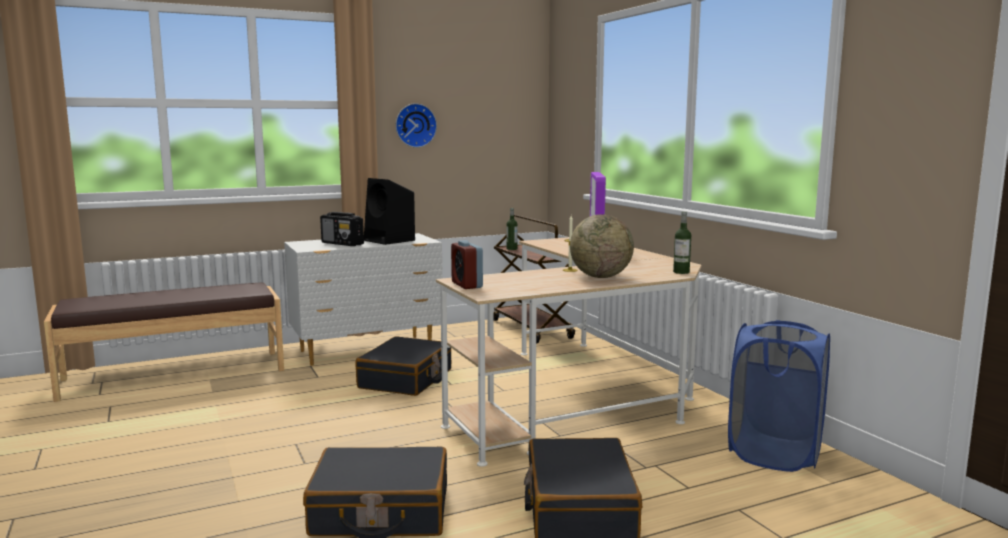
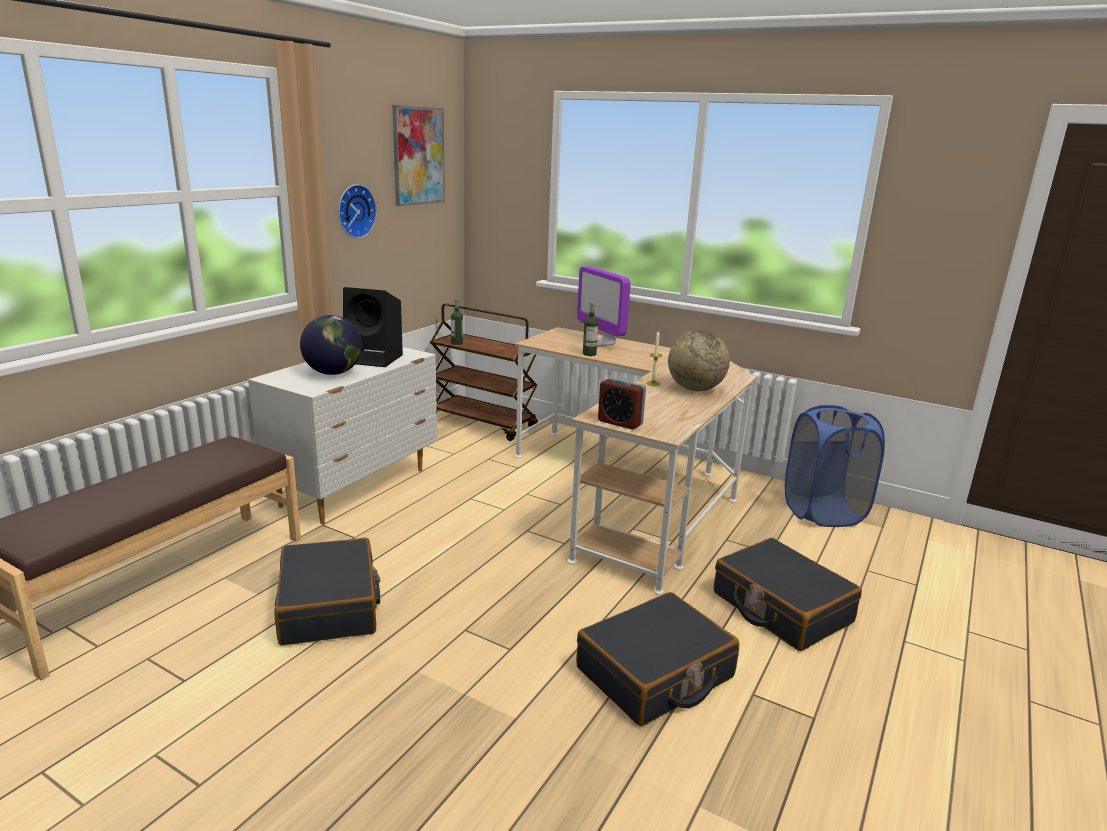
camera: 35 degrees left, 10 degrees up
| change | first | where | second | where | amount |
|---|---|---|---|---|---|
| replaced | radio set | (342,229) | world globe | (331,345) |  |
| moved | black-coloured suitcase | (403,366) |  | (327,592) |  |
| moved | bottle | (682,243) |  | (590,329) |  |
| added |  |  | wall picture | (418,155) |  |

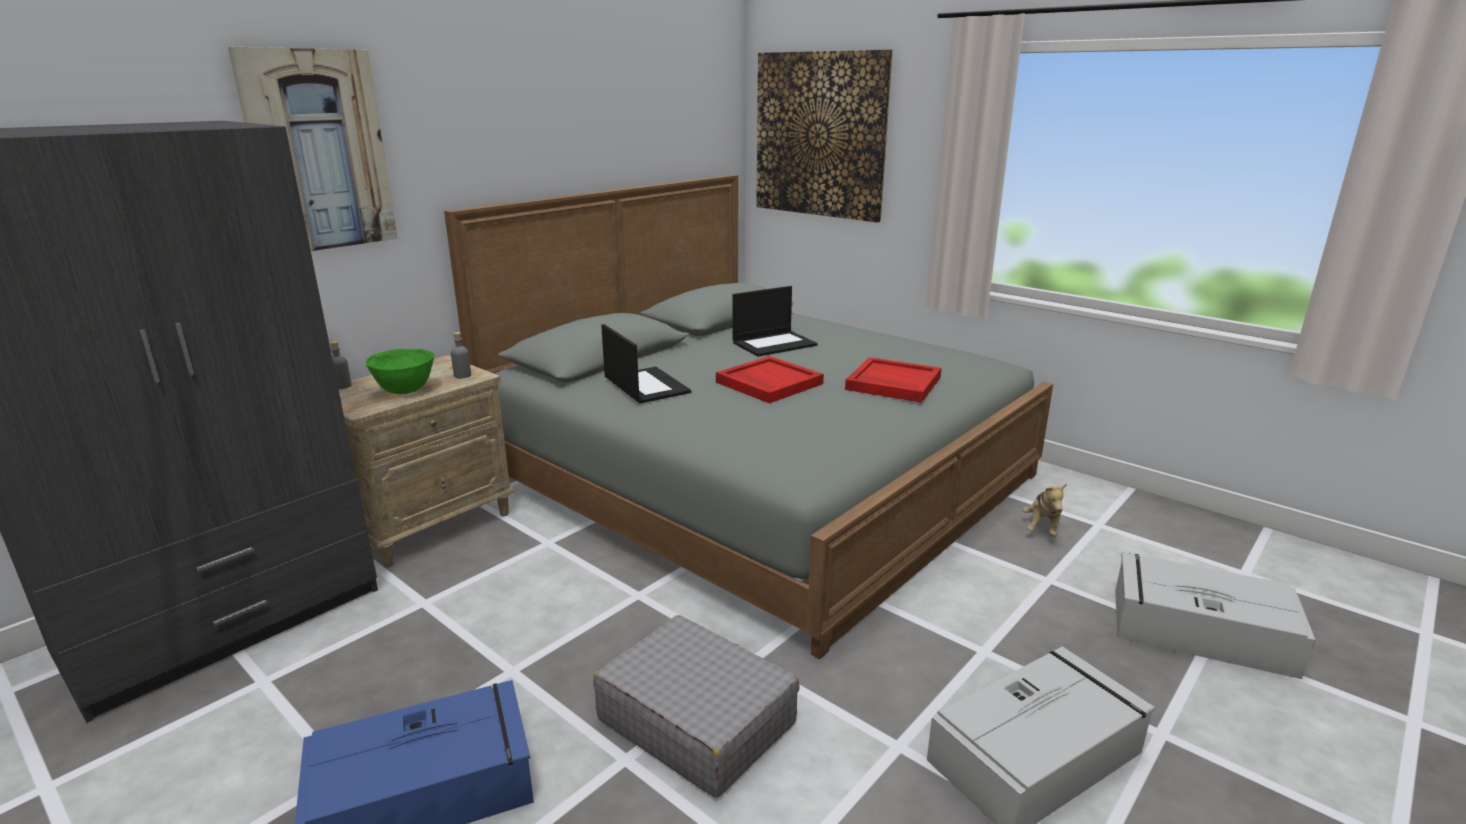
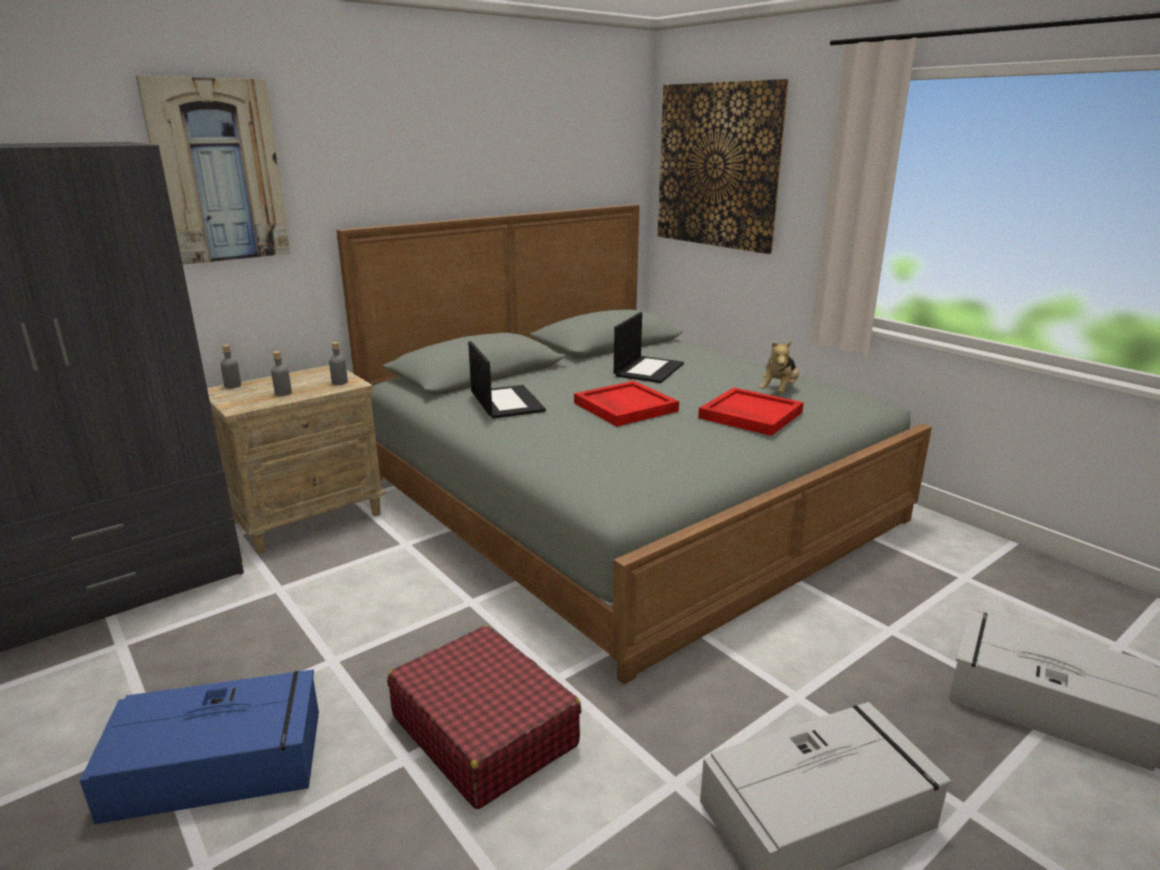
camera: 10 degrees right, 0 degrees up
| change | first | where | second | where | amount |
|---|---|---|---|---|---|
| replaced | greenish serving bowl | (400,371) | gray bottle | (281,373) |  |
| recoloured | gray suitcase | (696,706) | red-coloured suitcase | (484,717) |  |
| turned | notebook computer | (775,321) |  | (649,347) | 45 degrees counterclockwise |
| moved | cuddly toy | (1045,510) |  | (779,366) |  |

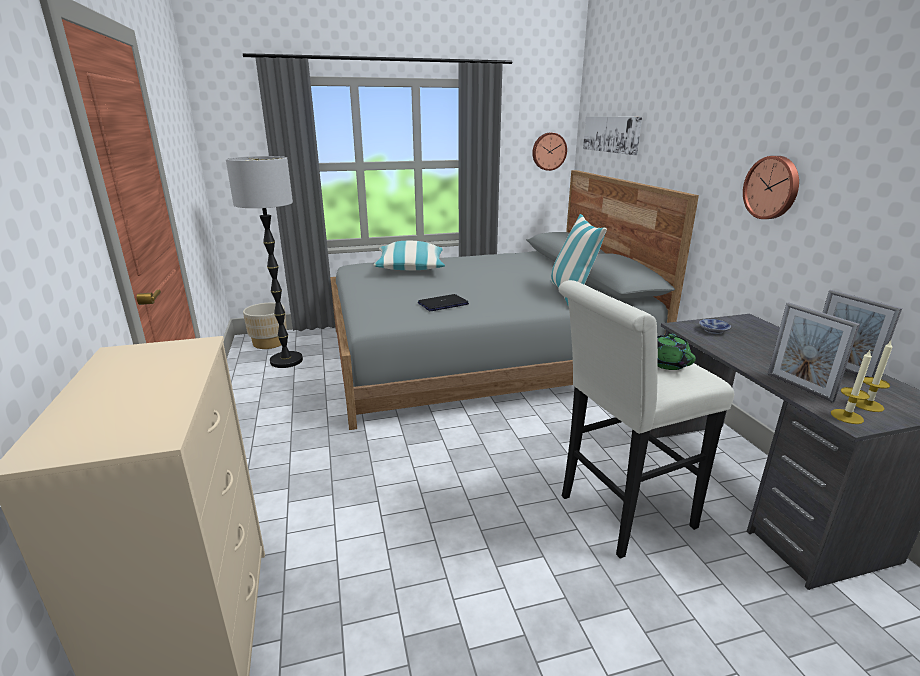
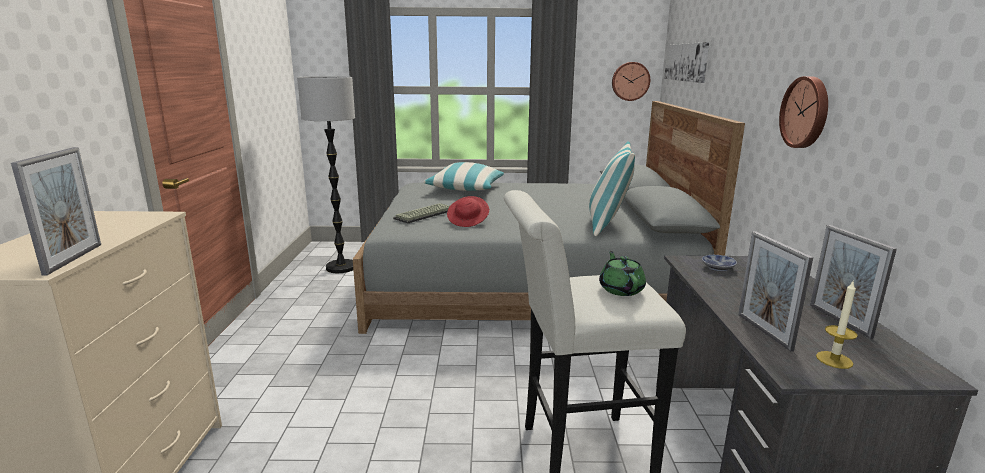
camera: 15 degrees right, 5 degrees down
| change | first | where | second | where | amount |
|---|---|---|---|---|---|
| removed | beige-coloured planter | (265,326) |  |  |  |
| replaced | notebook computer | (443,302) | red-coloured clothing hat | (468,211) |  |
| removed | wax candle | (851,386) |  |  |  |
| added |  |  | photo frame | (56,211) |  |
| added |  |  | keyboard | (421,213) |  |

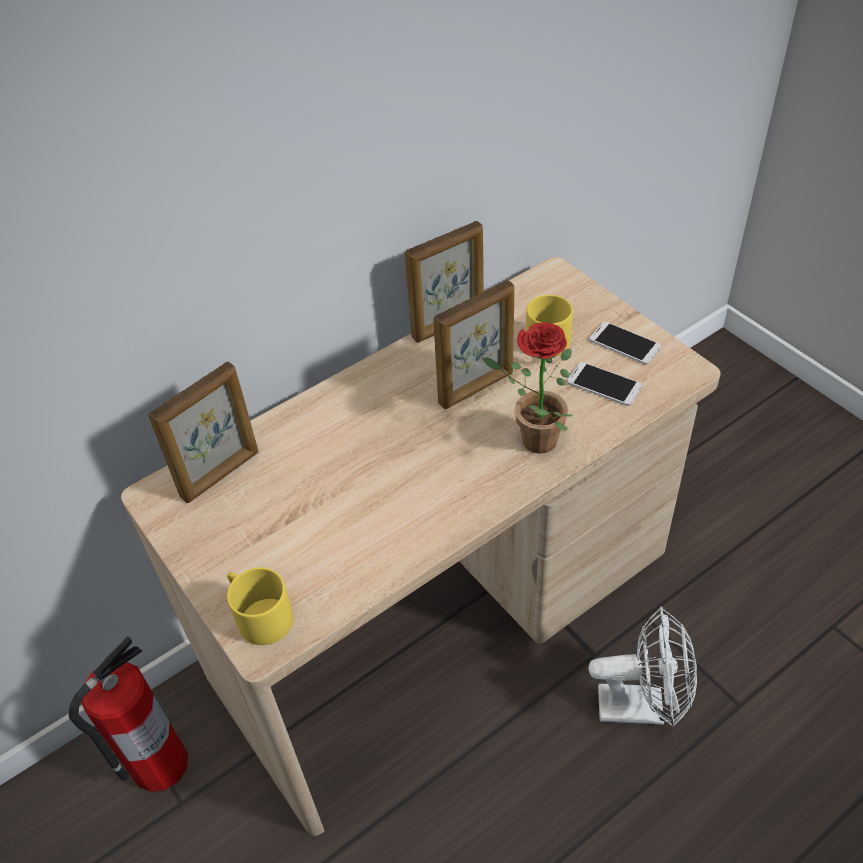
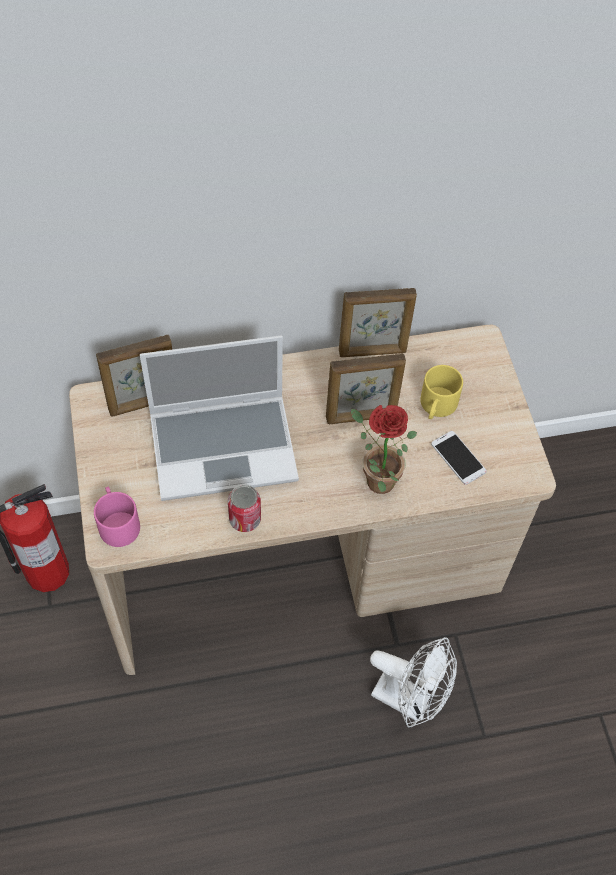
camera: 20 degrees right, 10 degrees up
| change | first | where | second | where | amount |
|---|---|---|---|---|---|
| recoloured | yellow coffee mug | (260,606) | pinkish coffee mug | (117,517) |  |
| removed | phone | (625,343) |  |  |  |
| added |  |  | notebook computer | (219,418) |  |
| added |  |  | can | (244,508) |  |

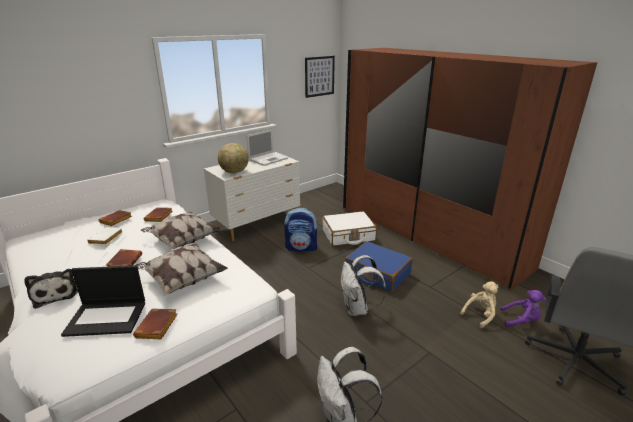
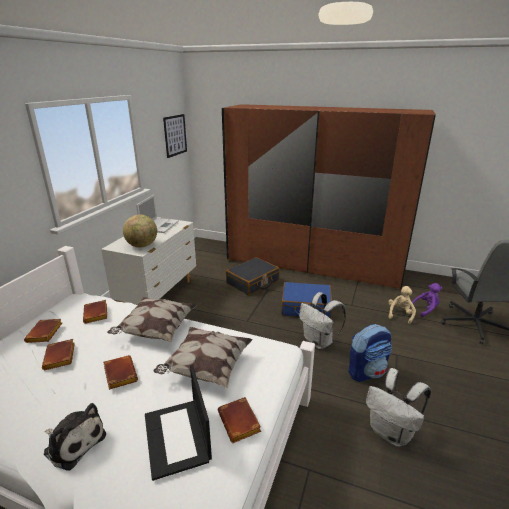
camera: 30 degrees left, 0 degrees up
| change | first | where | second | where | amount |
|---|---|---|---|---|---|
| turned | notebook computer | (103,301) |  | (178,423) | 105 degrees clockwise |
| recoloured | whitish bound book | (105,236) | brownish bound book | (58,354) |  |
| moved | rucksack | (301,230) |  | (370,353) |  |
| recoloured | whitish suitcase | (349,228) | black-coloured suitcase | (252,276) |  |

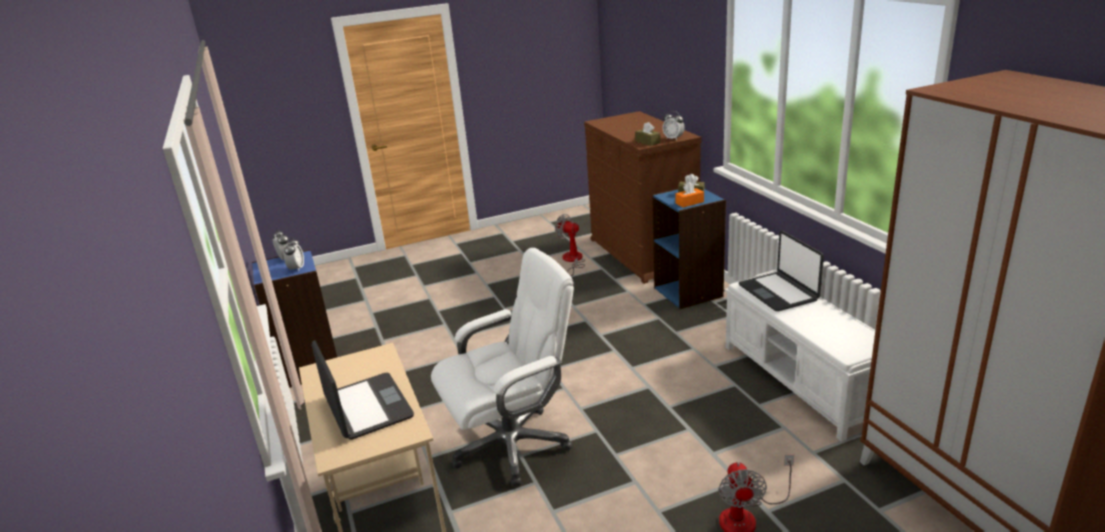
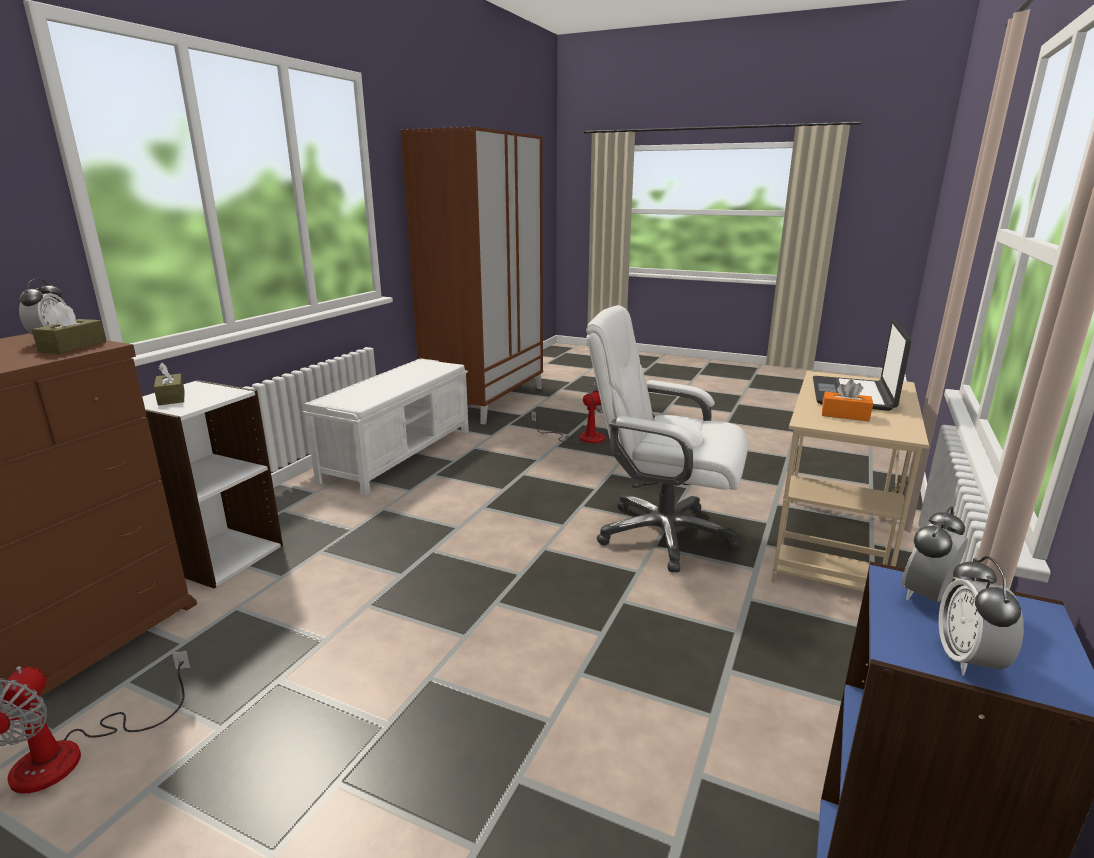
camera: 135 degrees left, 5 degrees down
| change | first | where | second | where | amount |
|---|---|---|---|---|---|
| recoloured | blue-coloured shelving unit | (689,249) | whitish shelving unit | (212,484) |  |
| moved | orange-coloured tissue holder | (689,194) |  | (847,400) |  |
| removed | notebook computer | (781,271) |  |  |  |

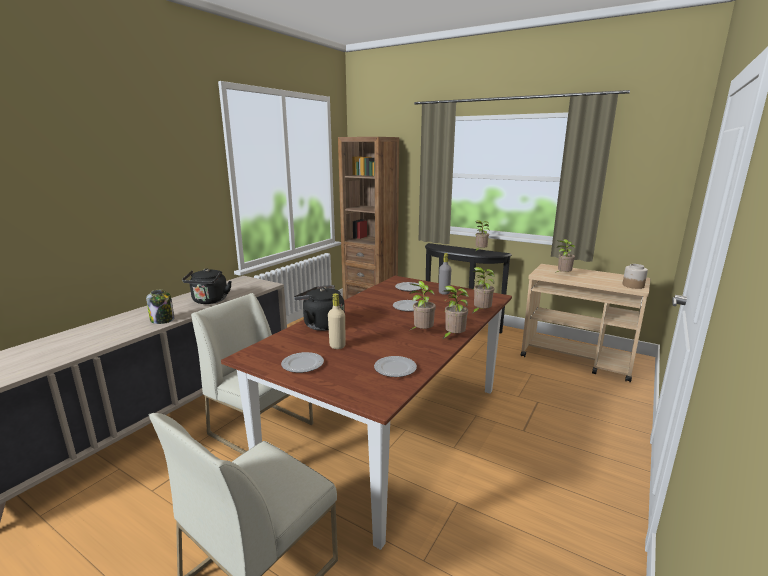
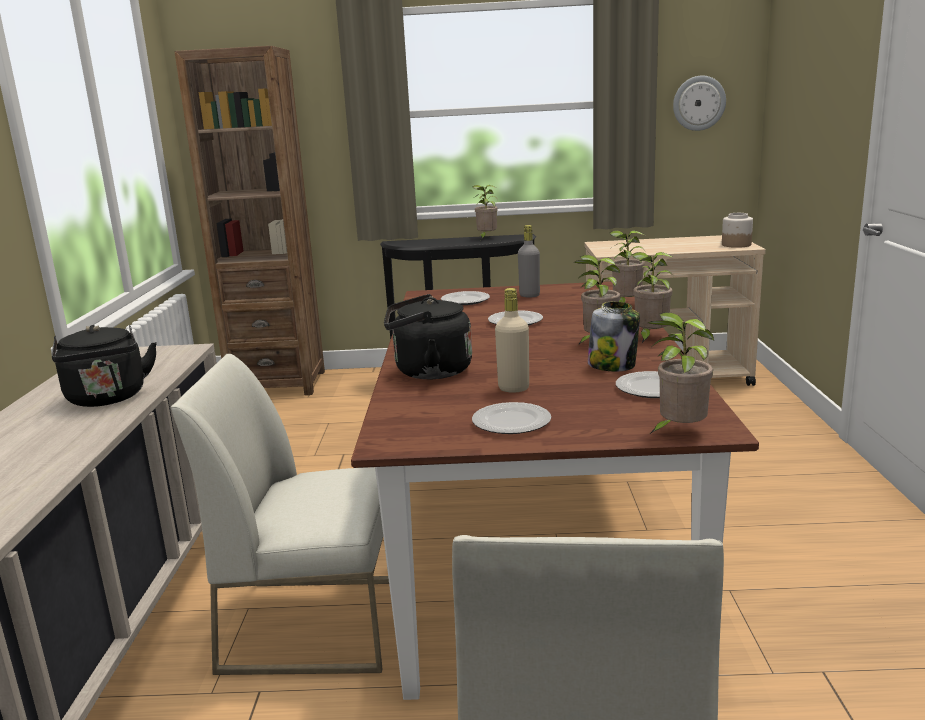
camera: 30 degrees left, 0 degrees up
| change | first | where | second | where | amount |
|---|---|---|---|---|---|
| moved | jar | (160,307) |  | (614,336) |  |
| moved | plant in a pot | (565,256) |  | (681,373) |  |
| added |  |  | clock on the wall | (699,103) |  |

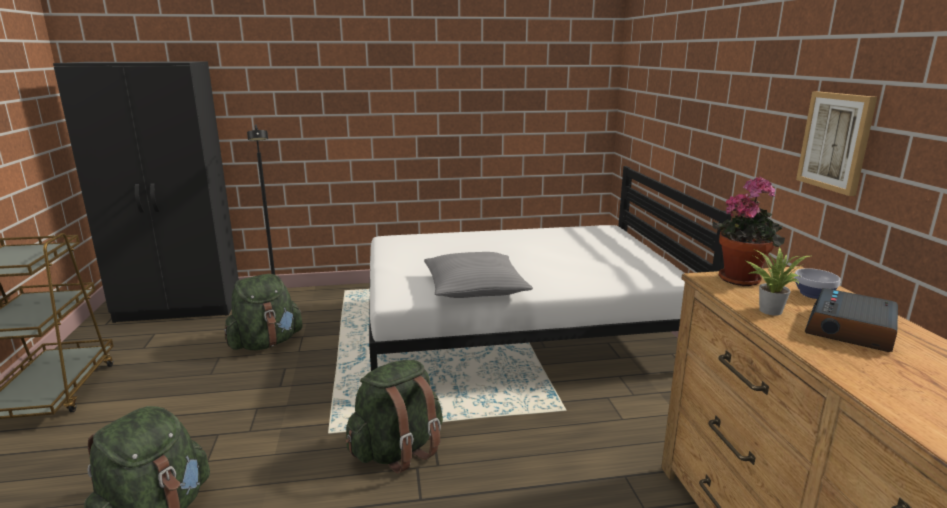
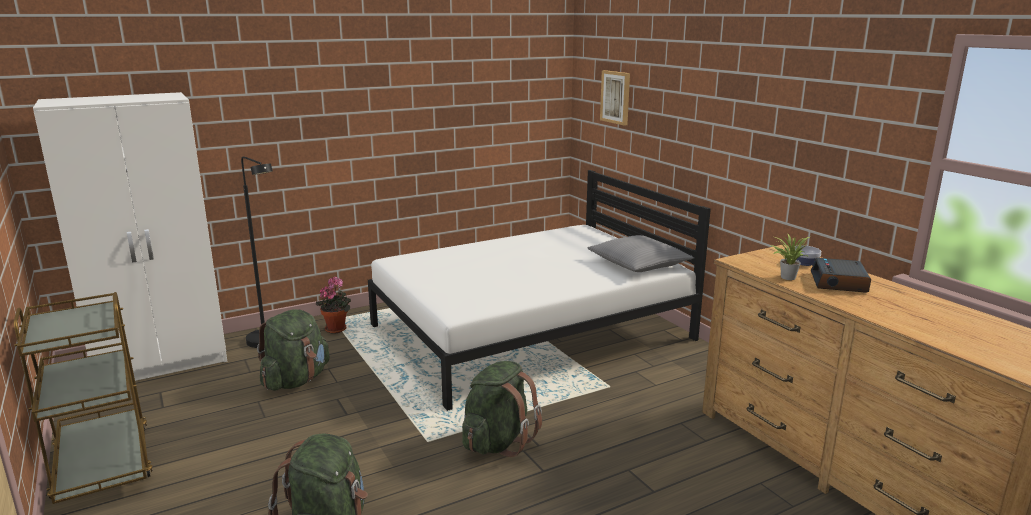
camera: 20 degrees left, 0 degrees up
| change | first | where | second | where | amount |
|---|---|---|---|---|---|
| recoloured | black-coloured armoire | (146,192) | whitish armoire | (130,236) |  |
| moved | gray pillow | (478,275) |  | (641,253) |  |
| moved | plant in a pot | (748,231) |  | (333,305) |  |
| moved | wall picture | (836,143) |  | (615,98) |  |

